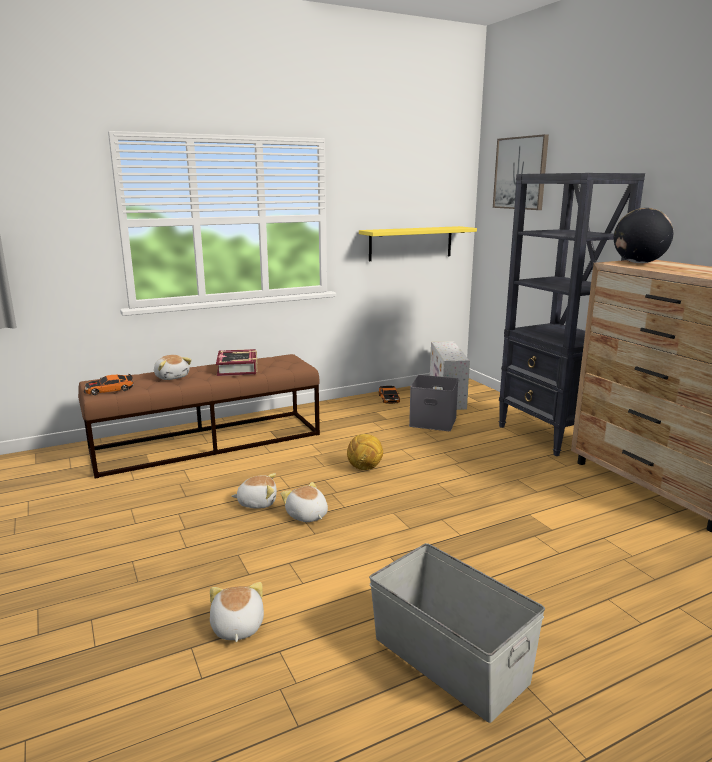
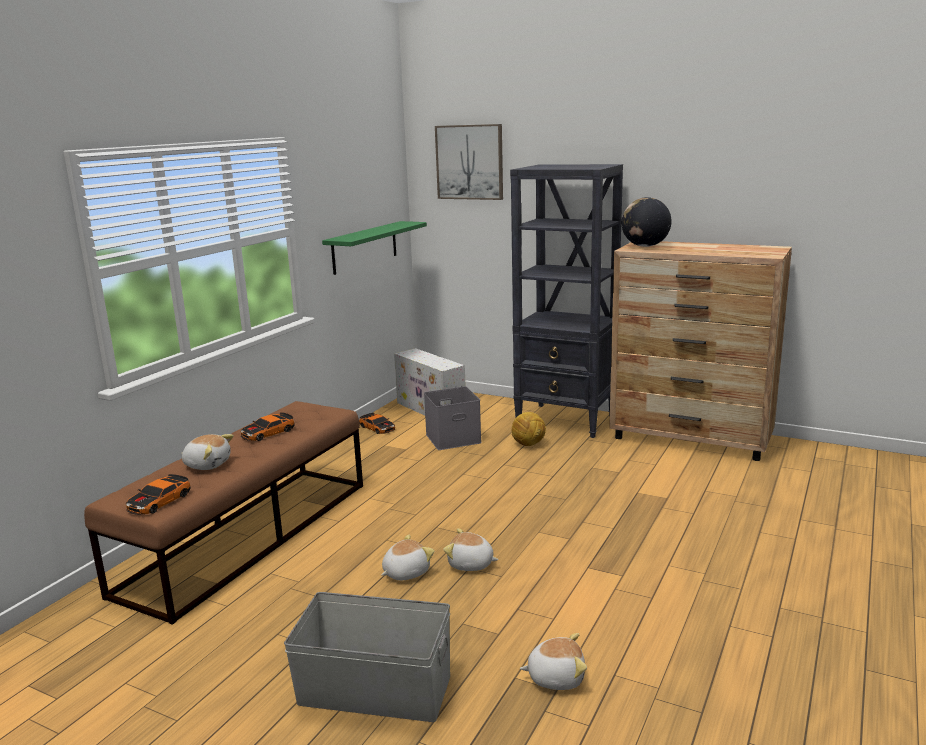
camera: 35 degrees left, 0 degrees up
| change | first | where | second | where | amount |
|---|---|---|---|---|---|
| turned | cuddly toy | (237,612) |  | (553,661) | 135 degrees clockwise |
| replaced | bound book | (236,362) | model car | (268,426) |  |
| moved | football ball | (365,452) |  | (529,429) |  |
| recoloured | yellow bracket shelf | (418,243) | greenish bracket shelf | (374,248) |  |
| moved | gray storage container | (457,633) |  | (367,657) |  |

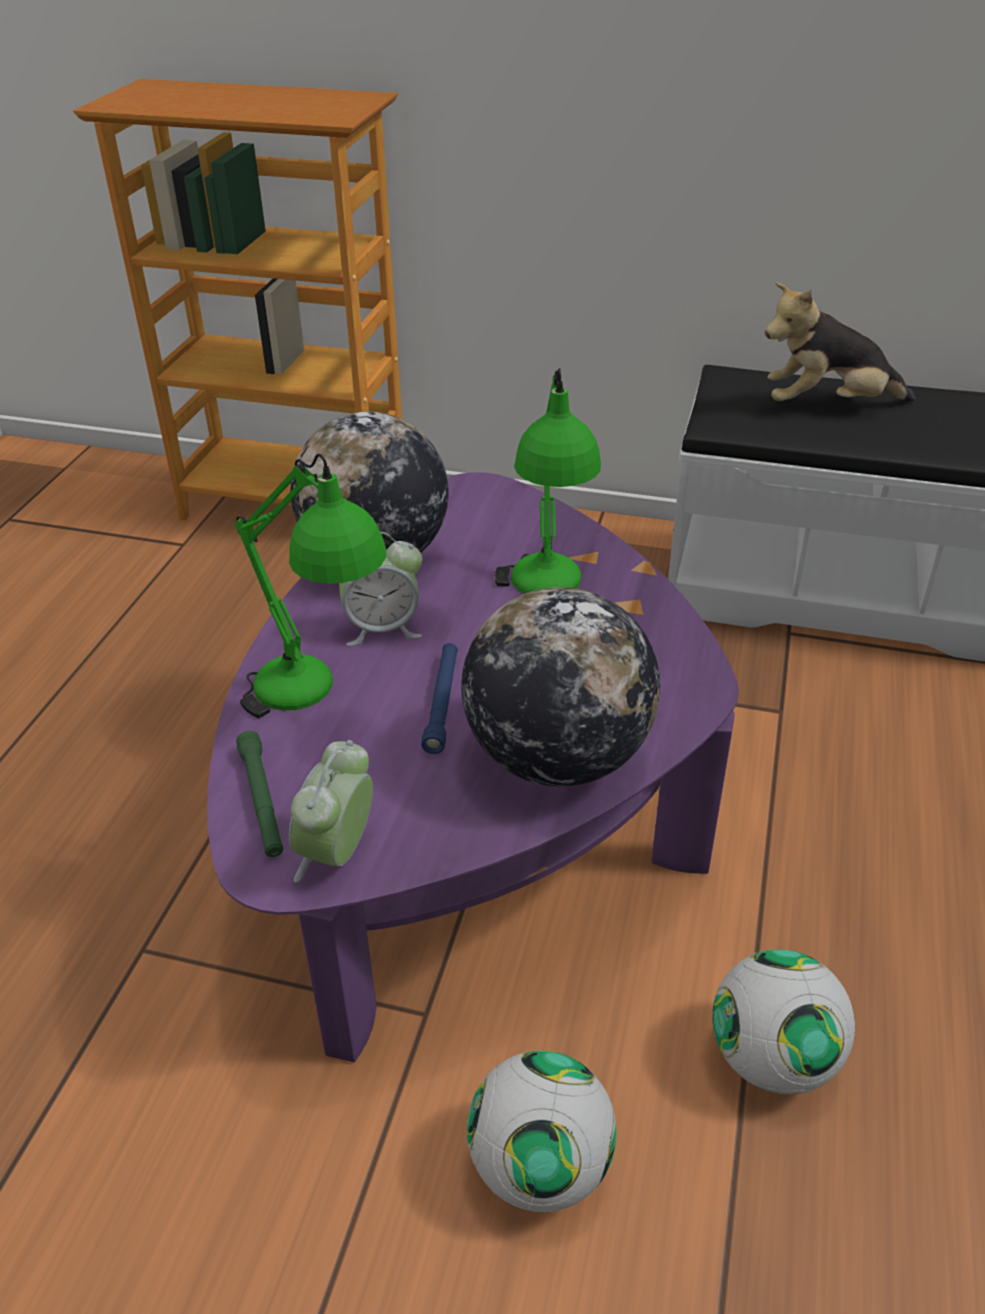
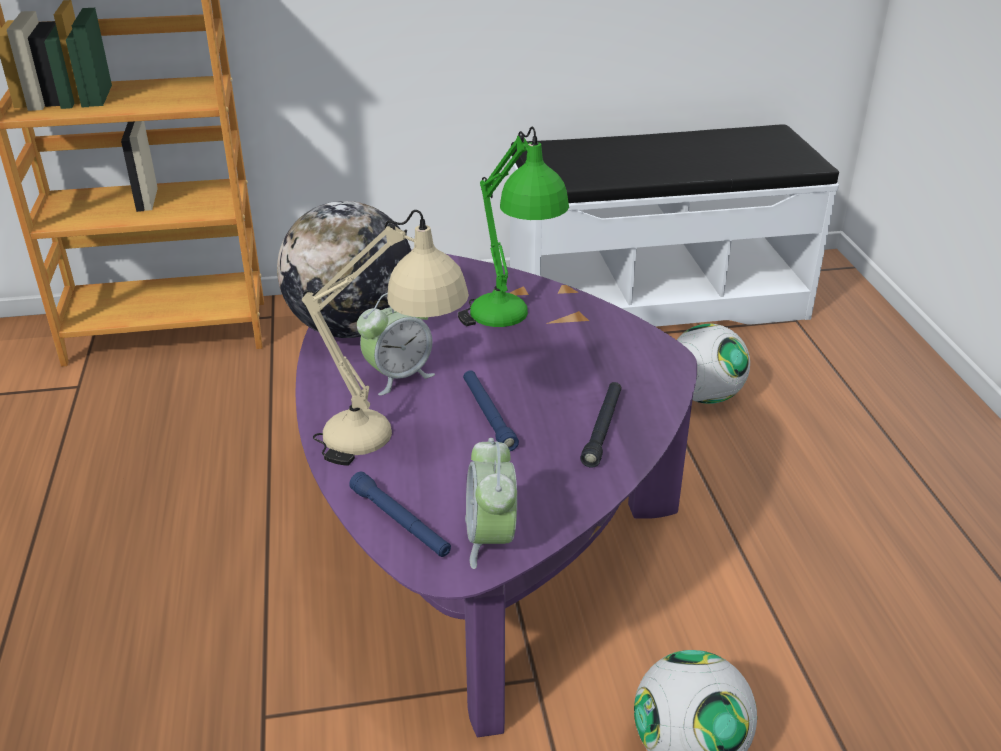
camera: 25 degrees left, 5 degrees down
| change | first | where | second | where | amount |
|---|---|---|---|---|---|
| recoloured | greenish lamp for a table | (310,586) | beige-coloured lamp for a table | (385,337) |  |
| recoloured | greenish hand torch | (259,794) | blue-coloured hand torch | (400,514) |  |
| replaced | world globe | (560,686) | black-coloured hand torch | (601,425) |  |
| moved | football ball | (783,1021) |  | (713,364) |  |
| removed | cuddly toy | (840,341) |  |  |  |

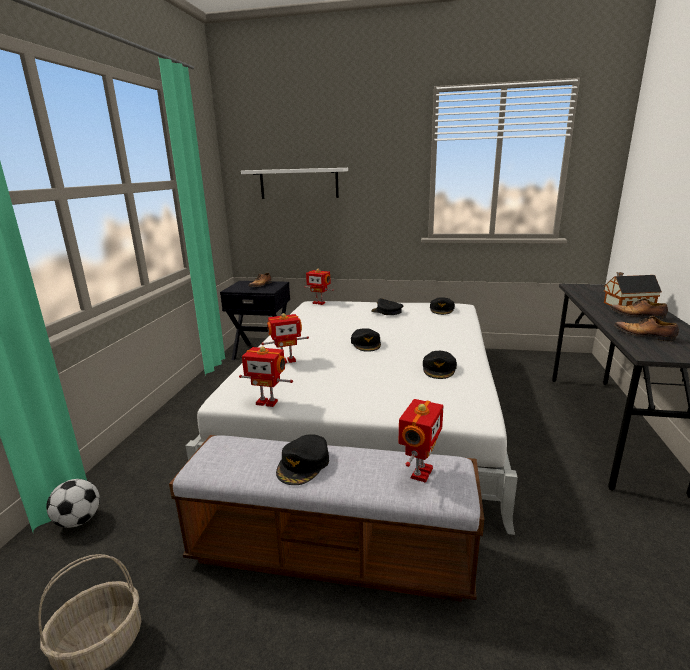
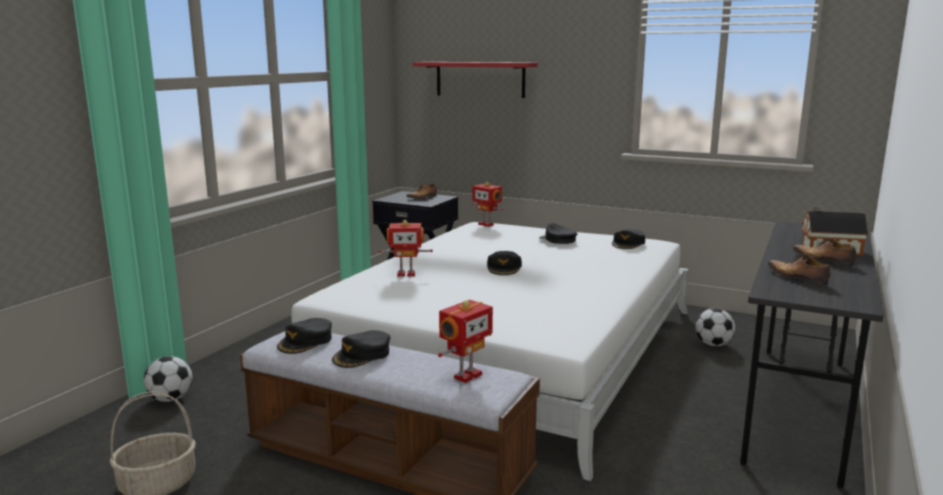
camera: 15 degrees right, 5 degrees down
| change | first | where | second | where | amount |
|---|---|---|---|---|---|
| removed | robot figure | (266,376) |  |  |  |
| recoloured | whitish bracket shelf | (294,183) | red-coloured bracket shelf | (475,80) |  |
| moved | black-coloured baseball cap | (440,365) |  | (304,336) |  |
| added |  |  | football ball | (715,327) |  |

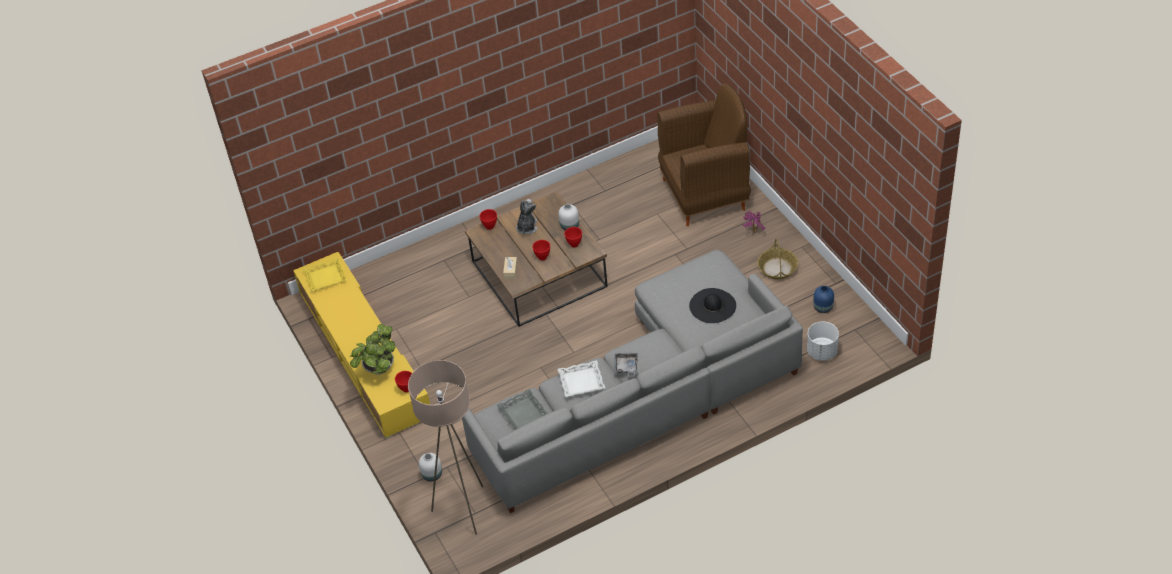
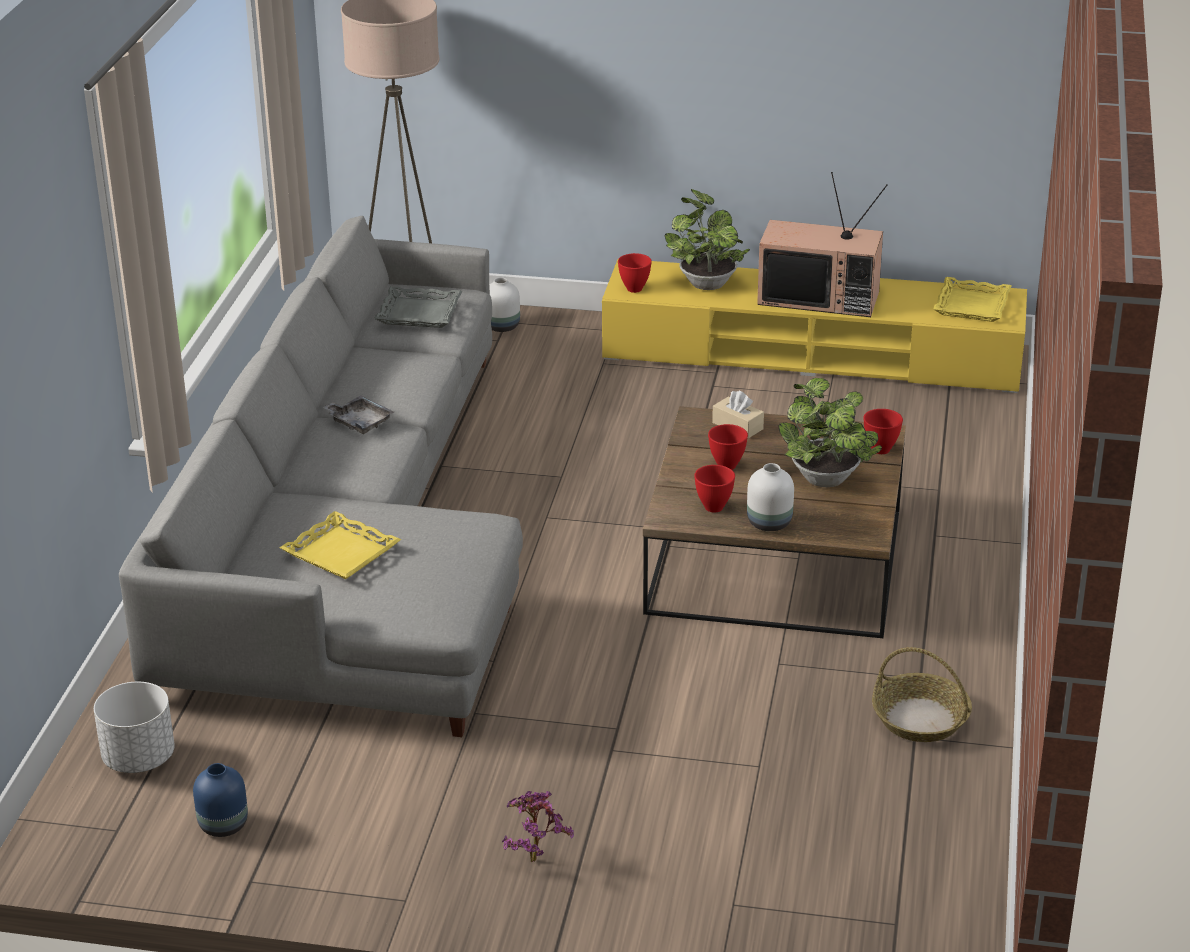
camera: 125 degrees right, 15 degrees down
| change | first | where | second | where | amount |
|---|---|---|---|---|---|
| replaced | cuddly toy | (527,216) | plant in a pot | (830,432) |  |
| removed | whitish carrying tray | (581,378) |  |  |  |
| removed | brownish lounge chair | (704,154) |  |  |  |
| replaced | black-coloured clothing hat | (712,305) | yellow carrying tray | (340,545) |  |
| moved | storage basket | (777,259) |  | (922,694) |  |
| added |  |  | TV | (822,244) |  |

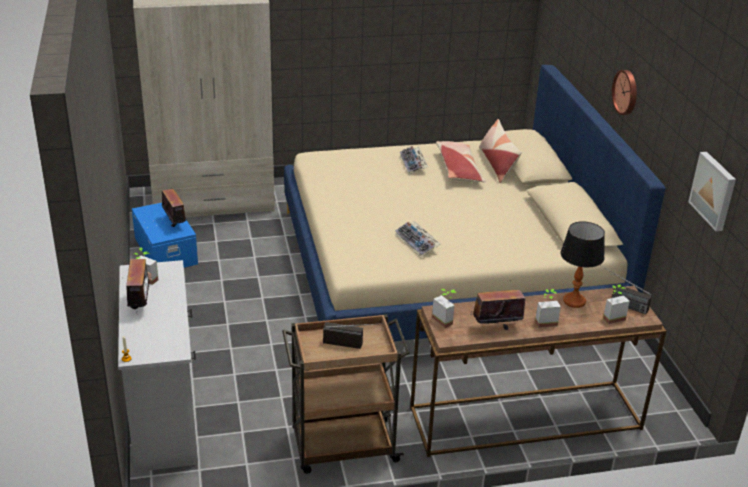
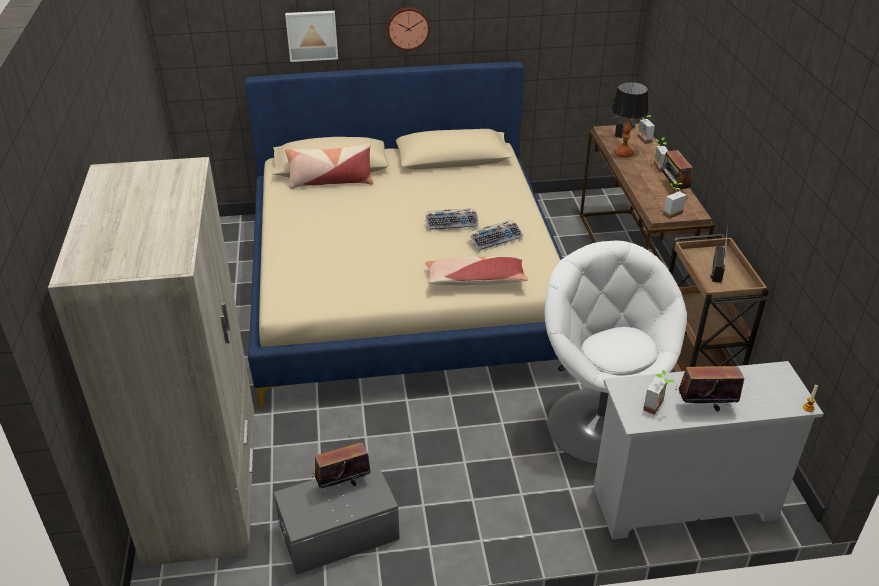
camera: 85 degrees left, 5 degrees up
| change | first | where | second | where | amount |
|---|---|---|---|---|---|
| recoloured | blue-coloured storage container | (165,235) | gray storage container | (337,517) |  |
| moved | keyboard | (414,160) |  | (452,220) |  |
| moved | pillow | (461,162) |  | (476,271) |  |
| moved | wall picture | (712,191) |  | (311,36) |  |
| added |  |  | whitish lounge chair | (615,352) |  |

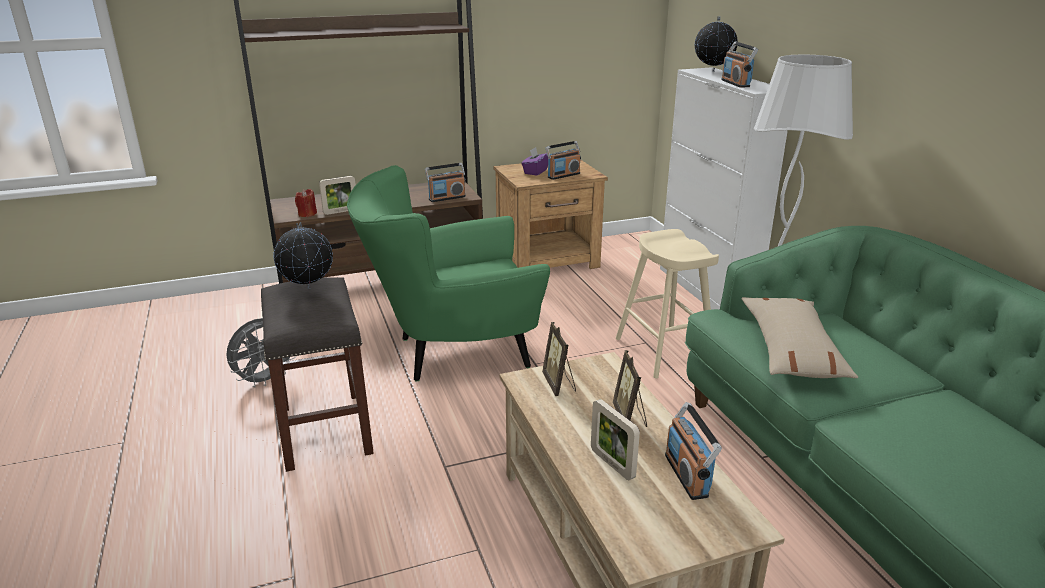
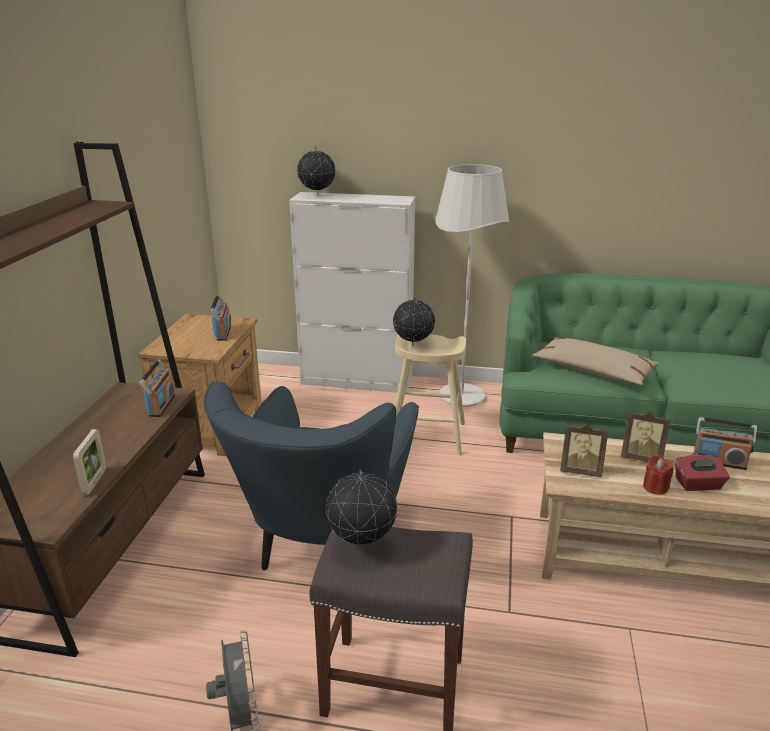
camera: 60 degrees left, 0 degrees up
| change | first | where | second | where | amount |
|---|---|---|---|---|---|
| moved | red-coloured wax candle | (306,203) |  | (658,475) |  |
| recoloured | greenish lounge chair | (448,273) | blue-coloured lounge chair | (311,475) |  |
| removed | purple-coloured tissue holder | (535,161) |  |  |  |
| replaced | photo frame | (615,439) | red-coloured tissue holder | (702,473) |  |
| removed | radio set | (739,64) |  |  |  |
| added |  |  | world globe | (414,321) |  |

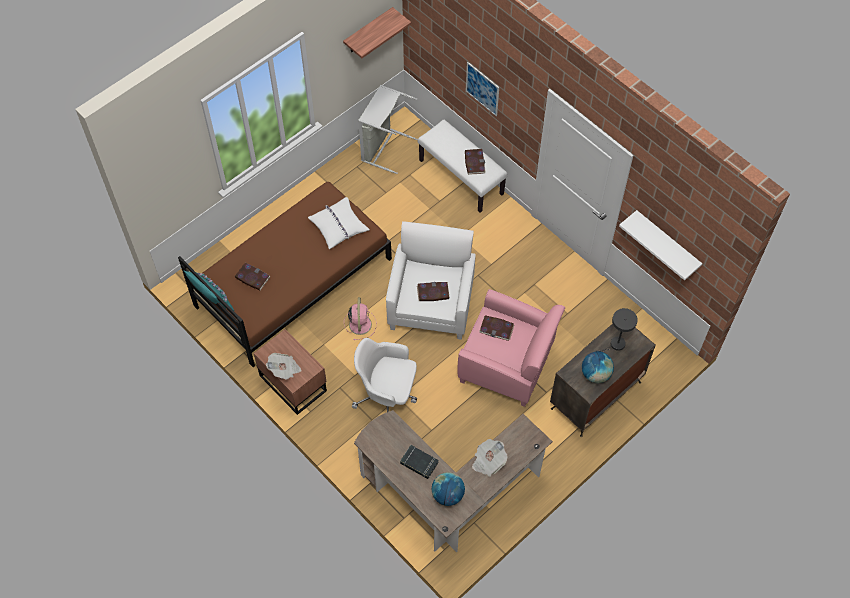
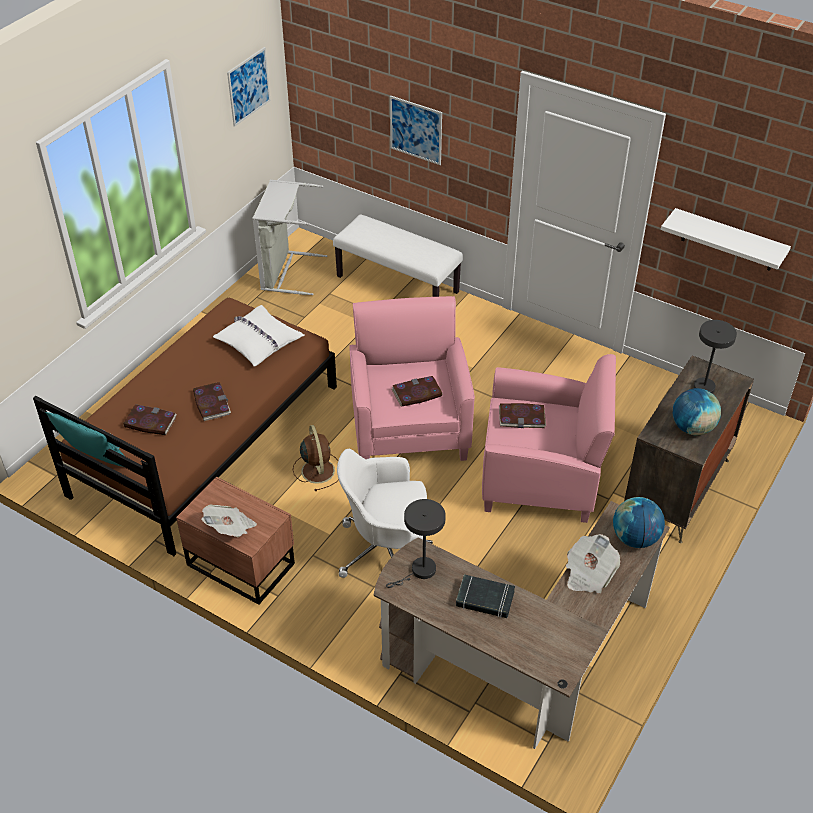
camera: 15 degrees left, 15 degrees down
| change | first | where | second | where | amount |
|---|---|---|---|---|---|
| replaced | bracket shelf | (377,32) | wall picture | (248,87) |  |
| recoloured | pinkish fan | (360,318) | brownish fan | (316,458) |  |
| recoloured | whitish lounge chair | (431,280) | pinkish lounge chair | (412,378) |  |
| moved | world globe | (448,489) |  | (639,522) |  |
| moved | bound book | (475,162) |  | (212,401) |  |
| added |  |  | gray lamp for a table | (416,543) |  |

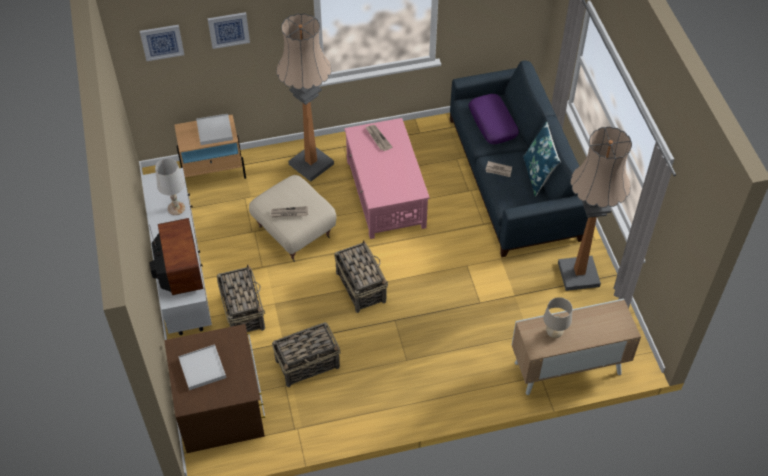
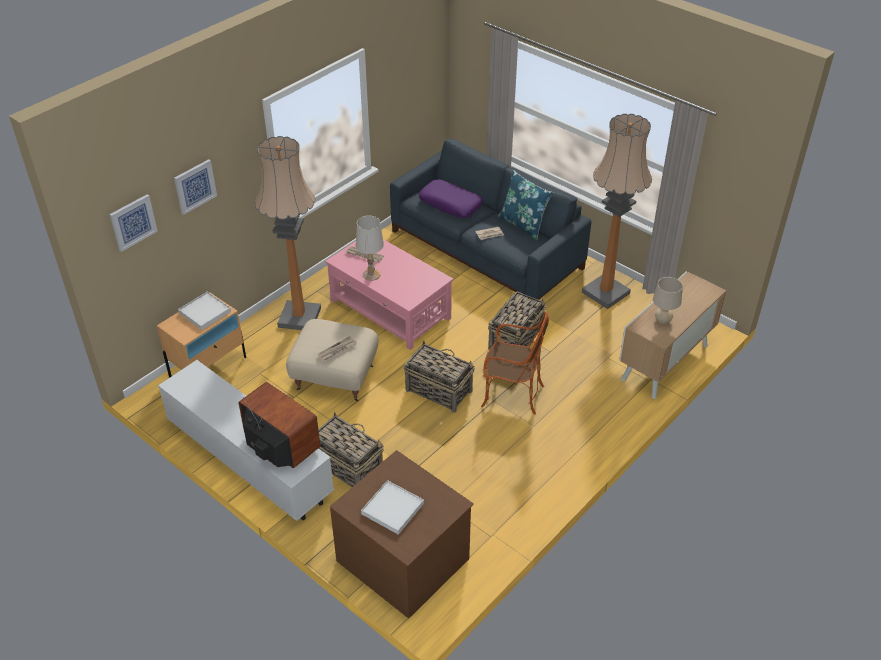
camera: 35 degrees left, 10 degrees down
| change | first | where | second | where | amount |
|---|---|---|---|---|---|
| moved | whitish lamp for a table | (170,186) |  | (370,248) |  |
| moved | storage basket | (306,354) |  | (517,320) |  |
| added |  |  | lounge chair | (515,363) |  |

